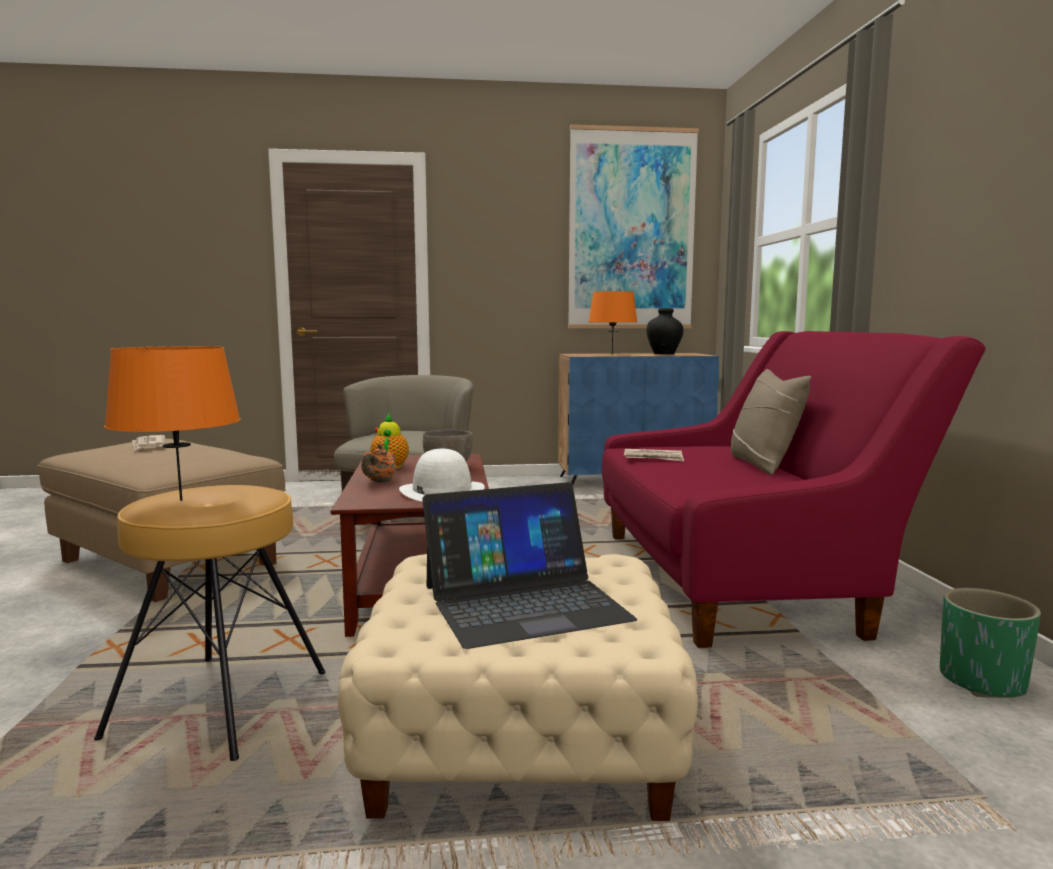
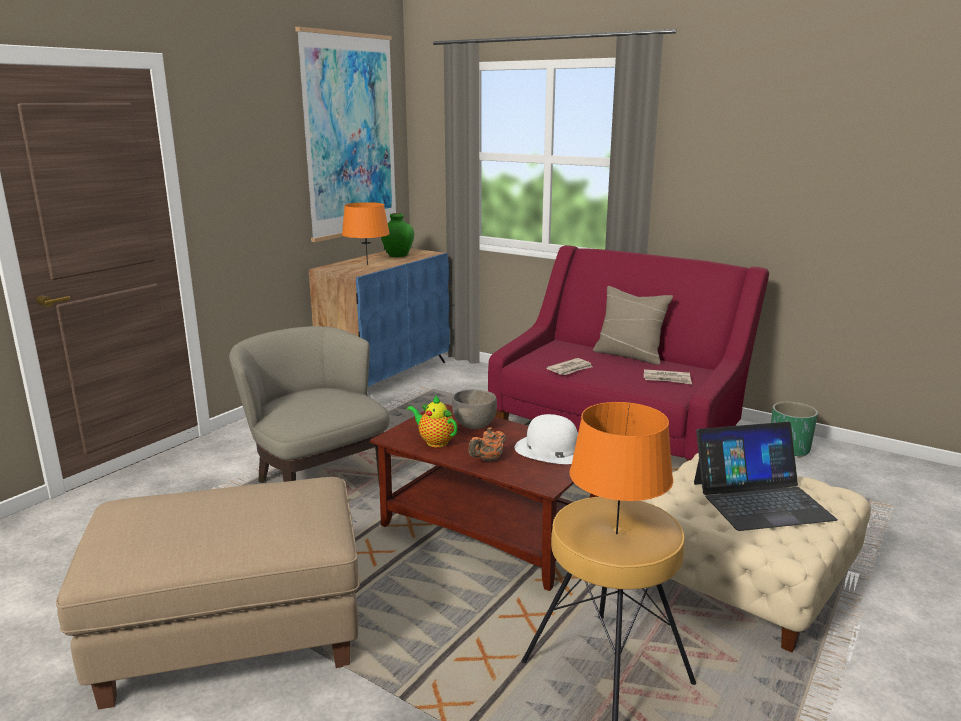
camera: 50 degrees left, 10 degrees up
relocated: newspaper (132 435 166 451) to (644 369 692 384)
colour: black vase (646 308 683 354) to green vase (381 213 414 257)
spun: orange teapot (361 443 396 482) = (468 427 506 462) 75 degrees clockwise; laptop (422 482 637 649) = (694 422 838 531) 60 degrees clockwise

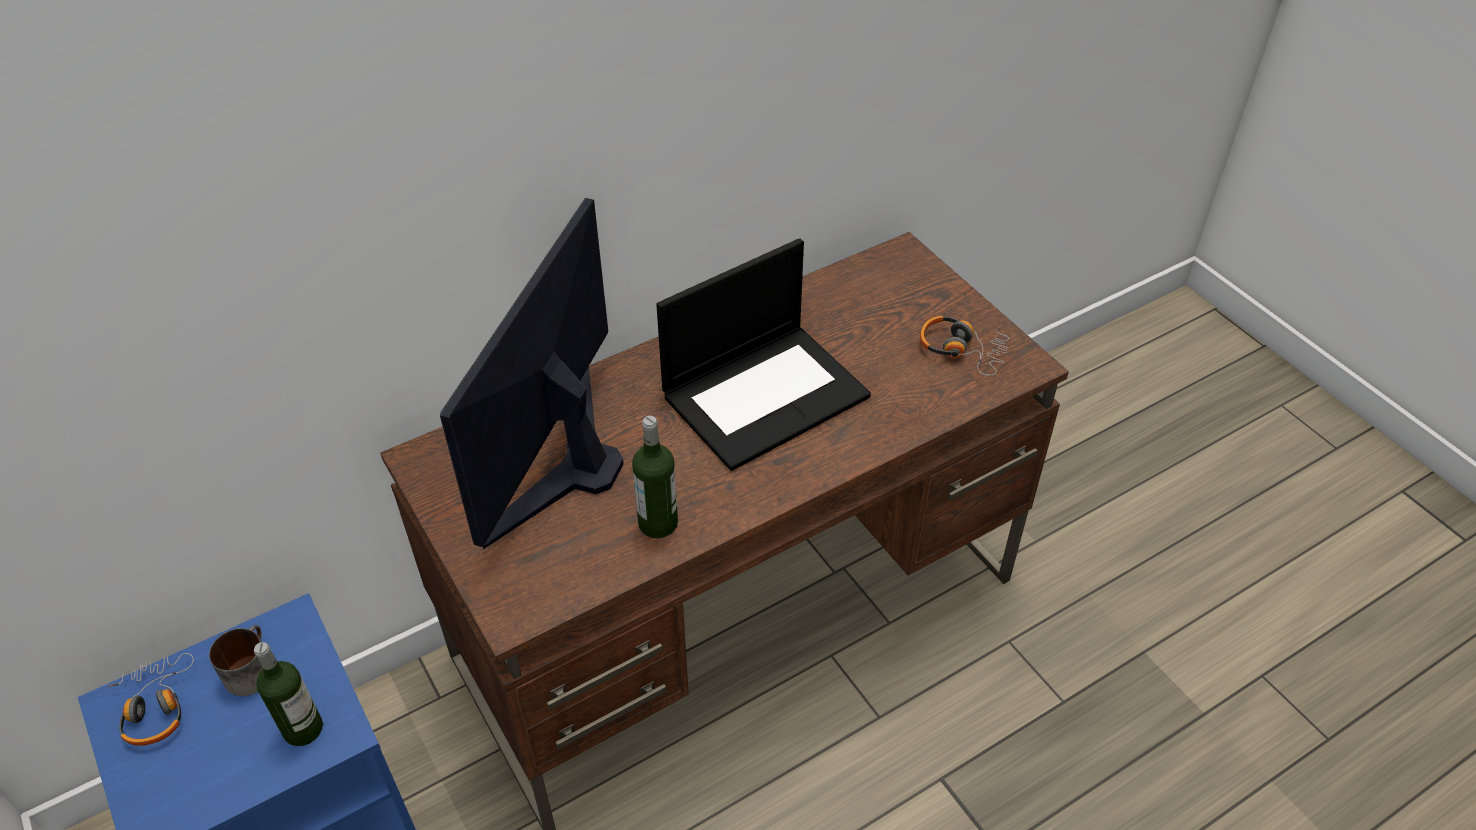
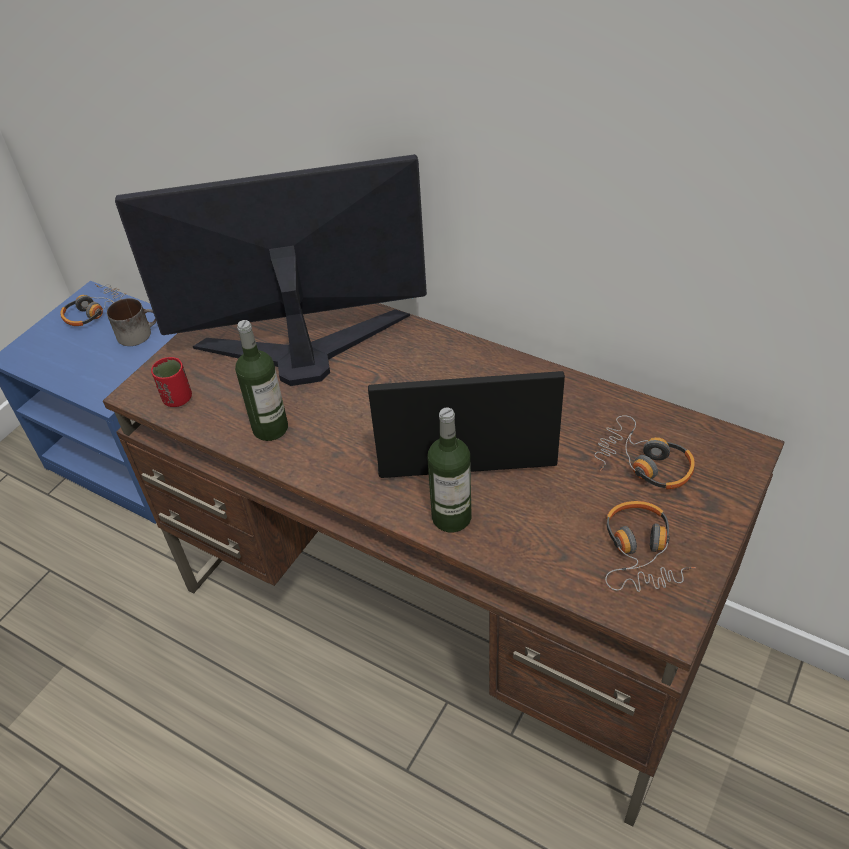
camera: 65 degrees right, 0 degrees up
appeared: red cup (151 357 192 407); headphones (594 415 695 489)
relocated: bottle (254 642 323 746) to (427 408 471 532)
spun: laptop (656 238 871 471) = (368 371 565 478) 150 degrees clockwise

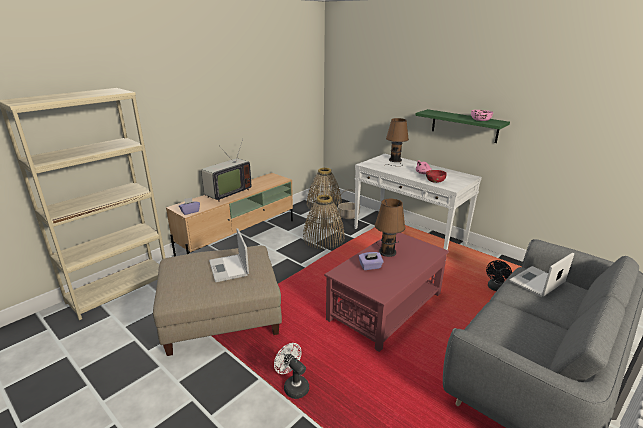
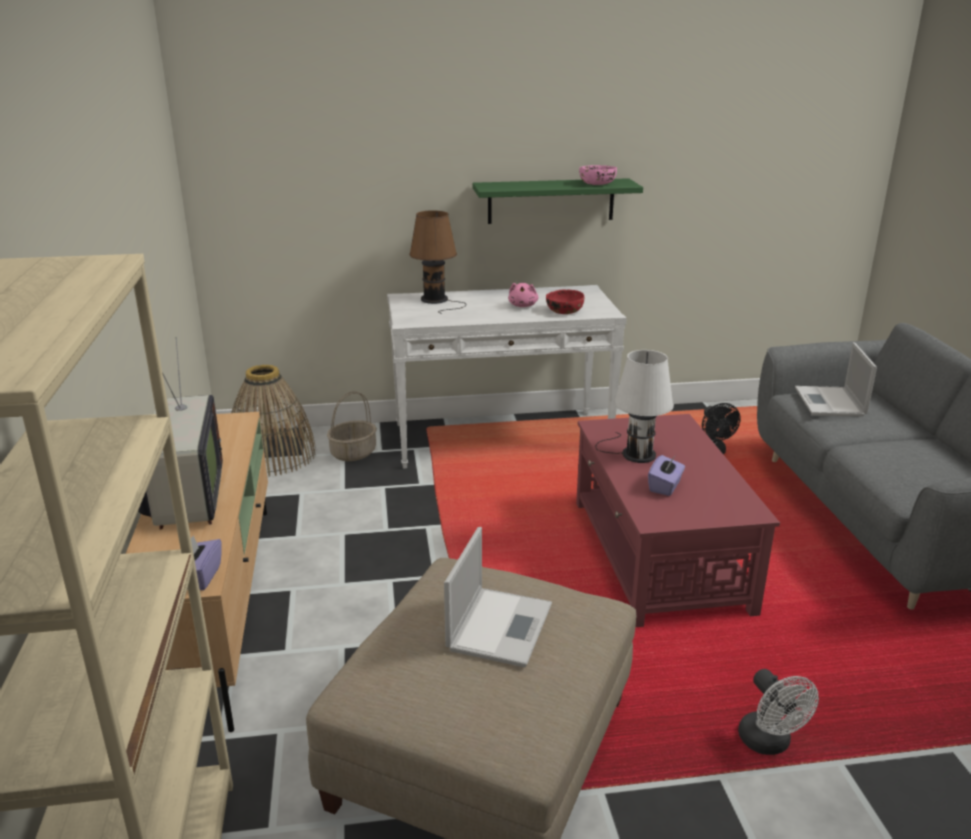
camera: 50 degrees left, 0 degrees up
missing: basket (303 195 345 249)
colour: brown table lamp (375 199 406 257) to white table lamp (595 350 674 463)
spun: laptop (209 228 249 282) = (444 527 552 668) 90 degrees counterclockwise; white fan (274 343 309 399) = (738 669 819 755) 105 degrees counterclockwise

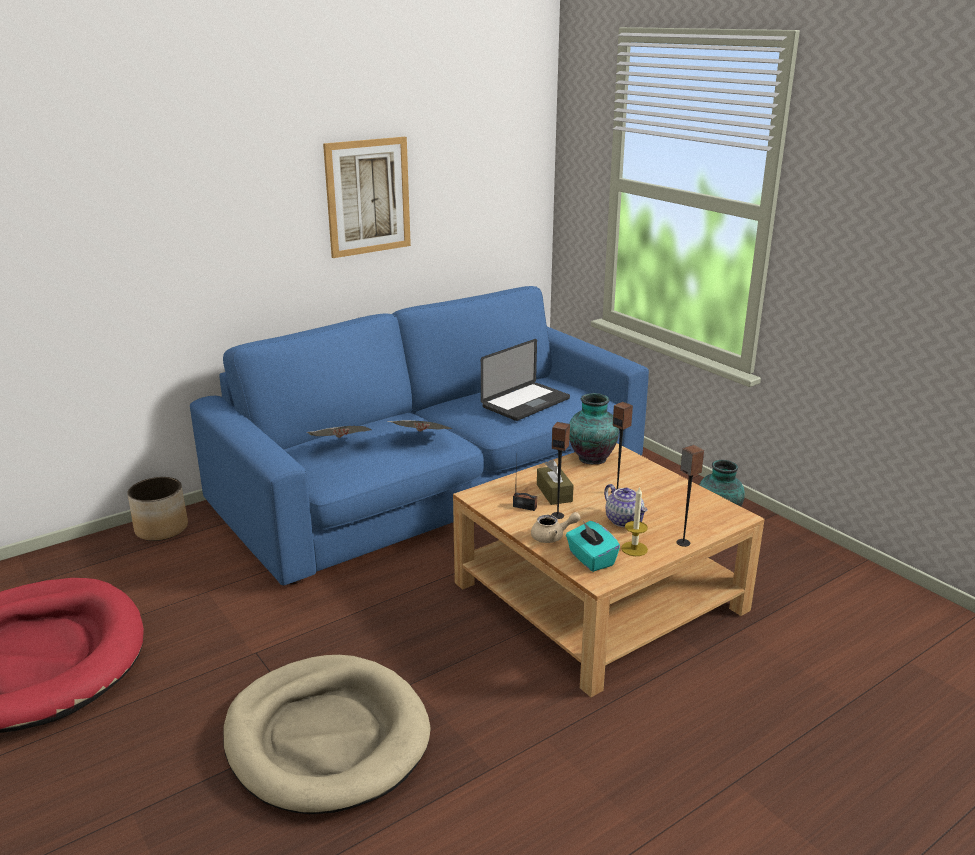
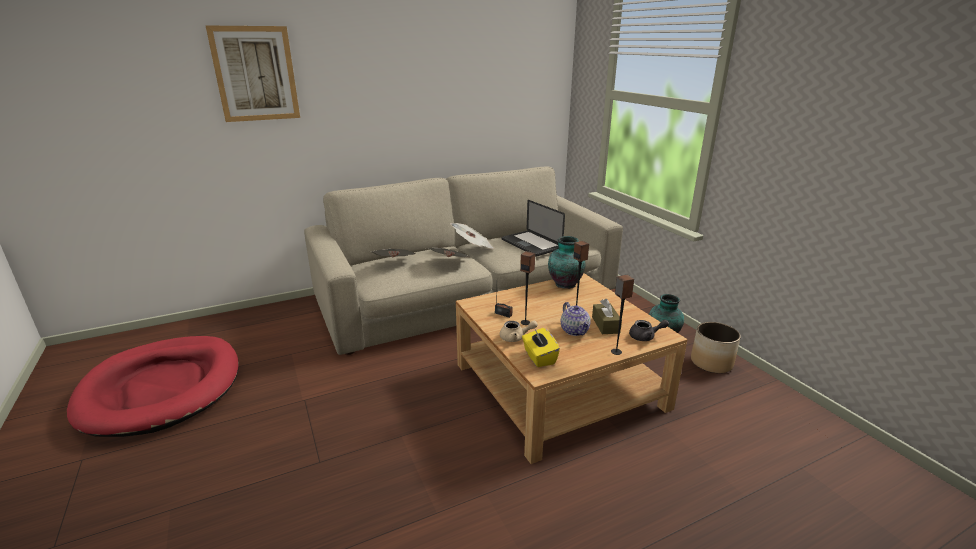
camera: 10 degrees right, 0 degrees up
missing: beige dog bed (223 655 431 814); candle (621 487 648 556)
appeared: newspaper (450 223 494 249); grey teapot (629 319 669 341)
relocated: planter (127 477 188 541) to (691 322 741 373); picture (323 137 411 258) to (206 26 300 122); brown tissue box (537 460 574 505) to (592 298 622 334)
colour: blue sofa (190 286 649 585) to beige sofa (304 167 623 355); turquoise tissue box (566 521 620 572) to yellow tissue box (522 328 560 367)
spun: laptop (481 339 570 421) = (502 200 565 256) 90 degrees clockwise

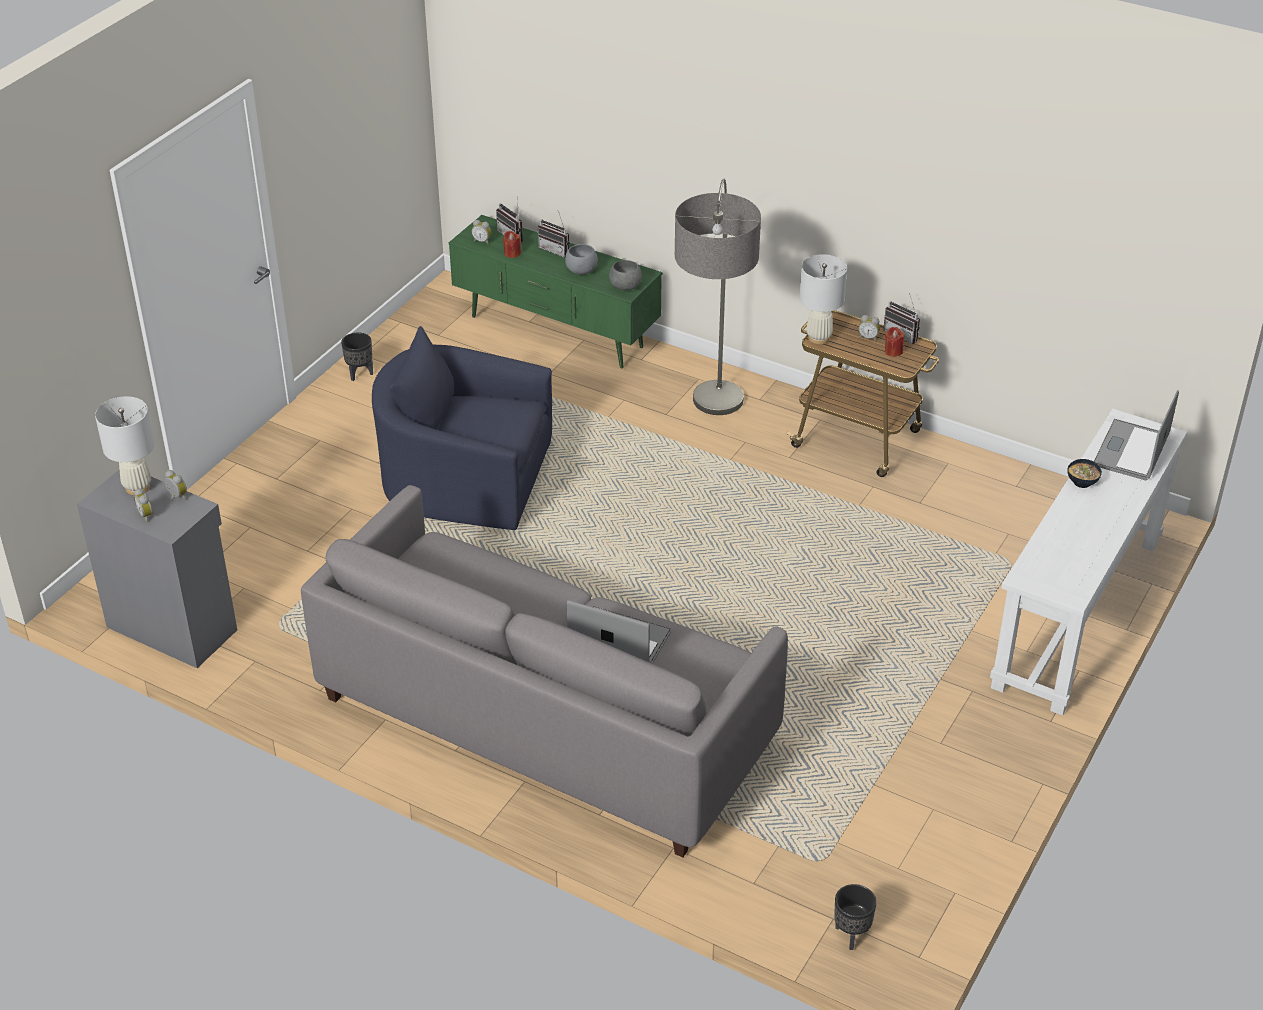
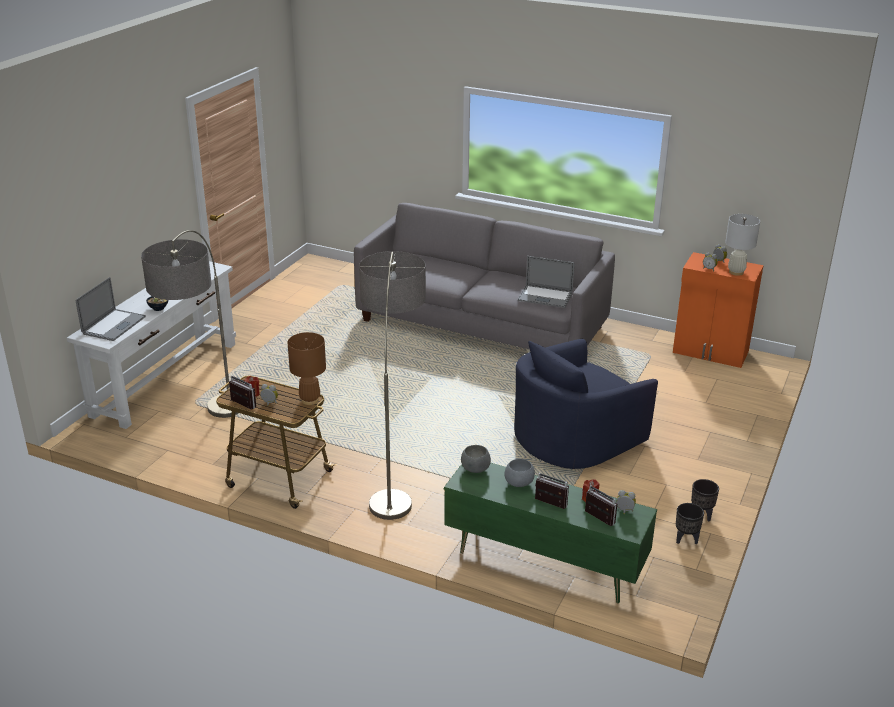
camera: 175 degrees right, 10 degrees down
appeared: floor lamp (141 230 239 418)
relocated: laptop (567 600 671 664) to (518 256 575 308); black planter (834 884 877 950) to (676 503 704 544)
colour: grey cabinet (77 470 237 668) to orange cabinet (673 252 764 368); white table lamp (799 254 847 344) to brown table lamp (287 332 326 405)
spun: blue armchair (372 326 552 530) = (514 339 658 469) 135 degrees clockwise

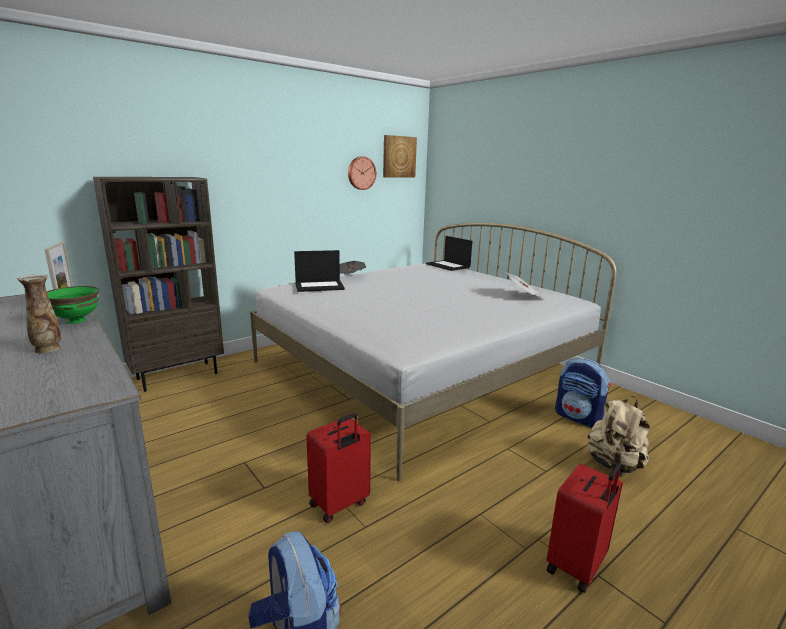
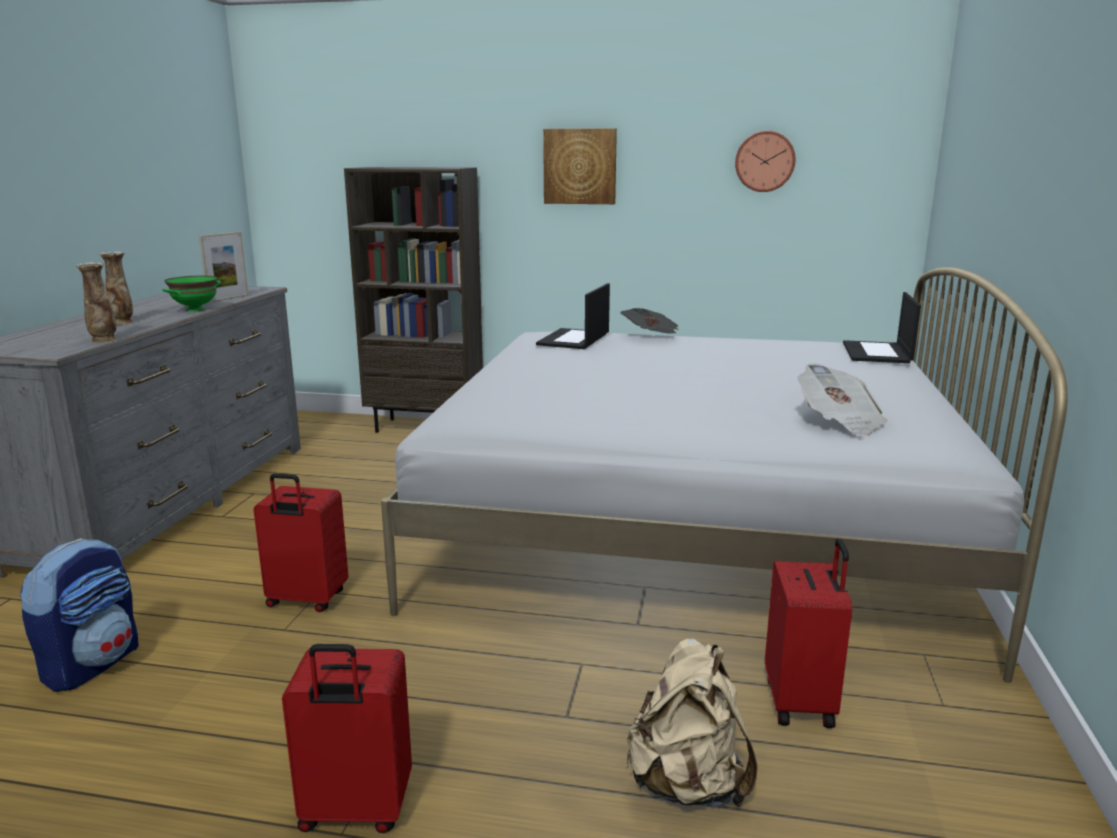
camera: 50 degrees right, 0 degrees up
appeared: vase (76 262 117 343)
relocated: picture (383 135 417 177) to (543 128 617 204)
exchanged: backpack (555 358 611 428) to red suitcase (765 538 852 728)
spun: laptop (294 250 345 292) = (536 283 610 349) 75 degrees clockwise

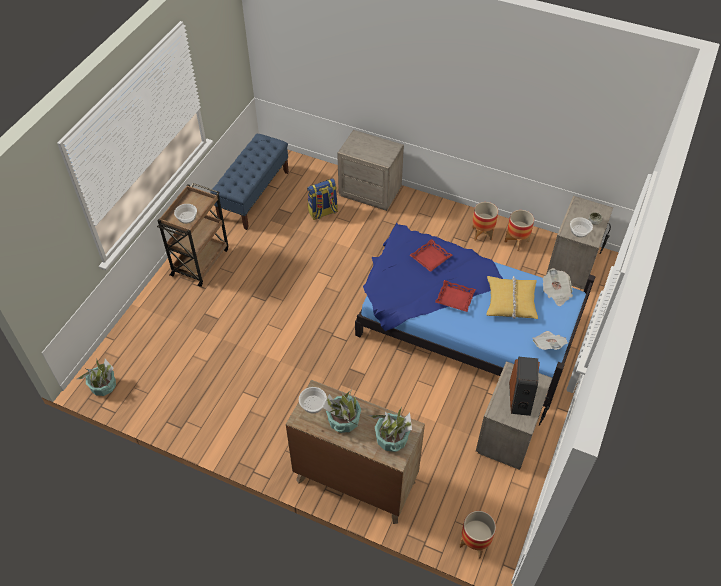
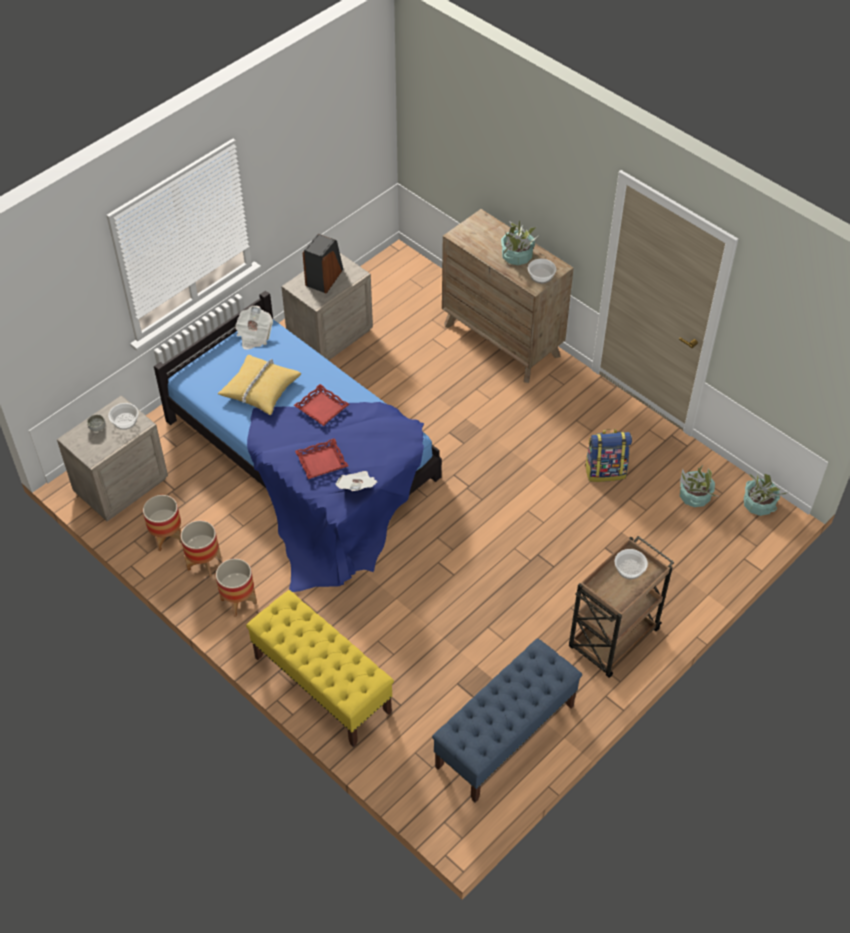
camera: 160 degrees left, 0 degrees up
relocated: backpack (307 179 338 220) to (585 429 632 482); potted plant (369 407 412 452) to (680 464 717 507); planter (459 511 496 559) to (216 559 257 617); newspaper (543 268 573 306) to (336 471 377 491)
exchanged: beige nightstand (337 130 404 211) to yellow bench (246 590 394 747)

